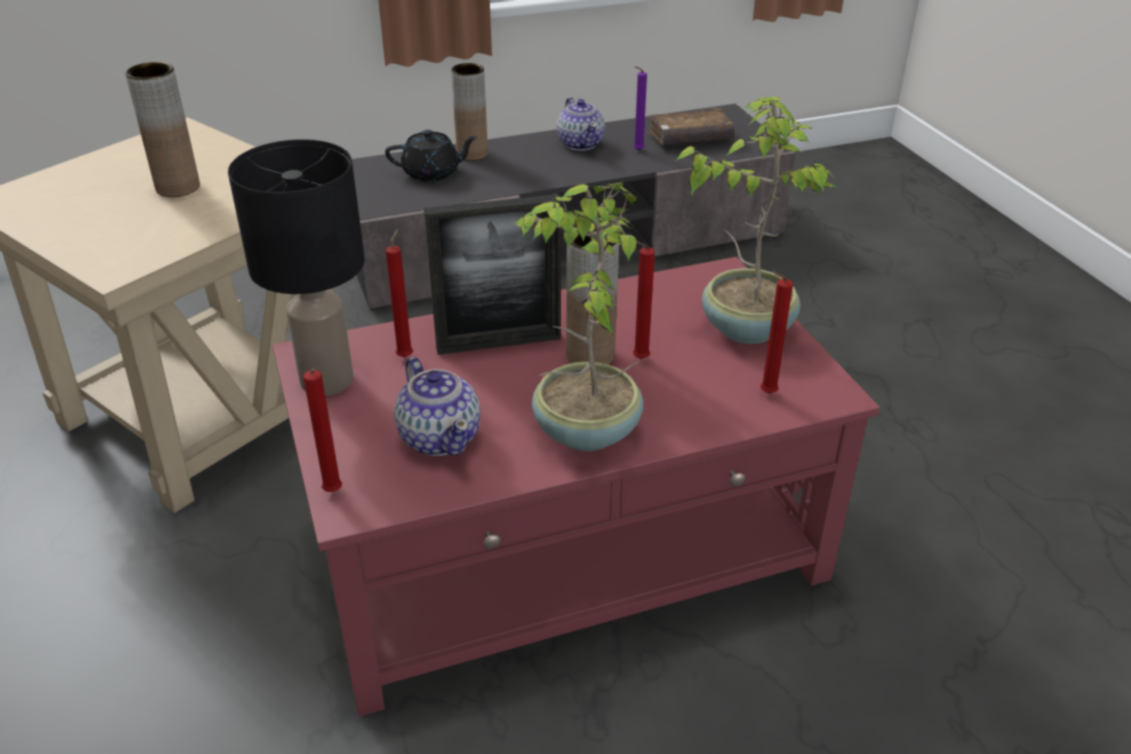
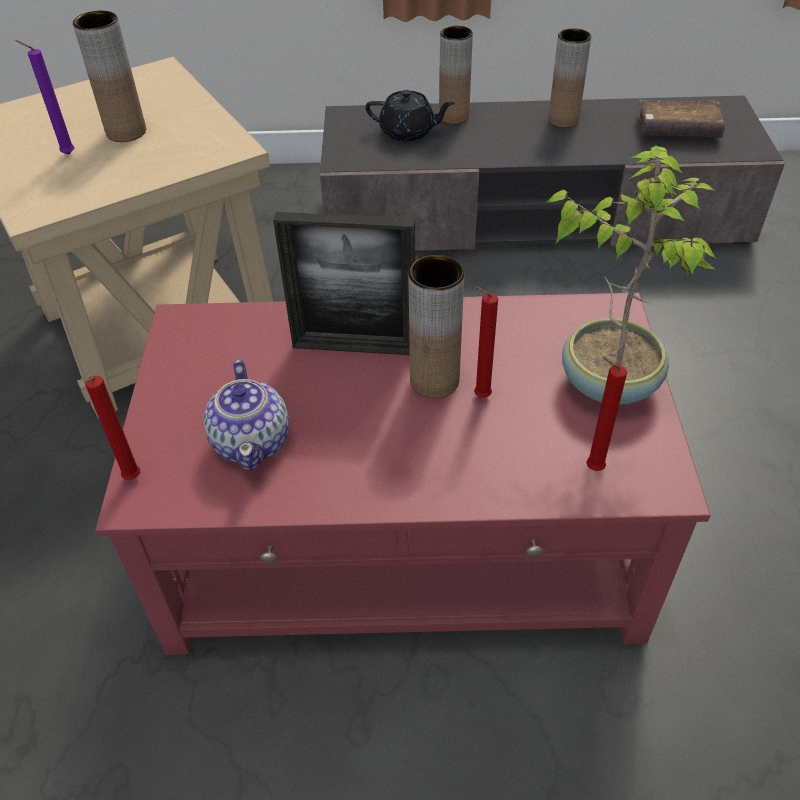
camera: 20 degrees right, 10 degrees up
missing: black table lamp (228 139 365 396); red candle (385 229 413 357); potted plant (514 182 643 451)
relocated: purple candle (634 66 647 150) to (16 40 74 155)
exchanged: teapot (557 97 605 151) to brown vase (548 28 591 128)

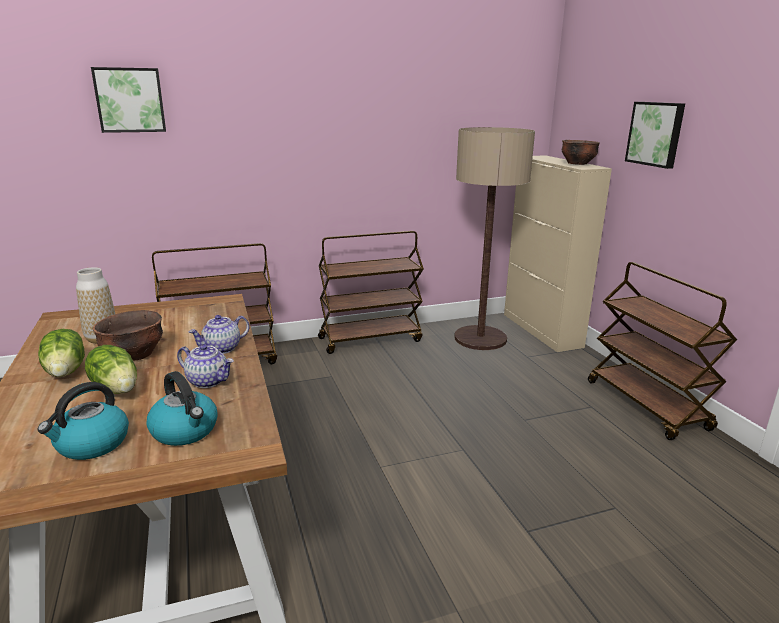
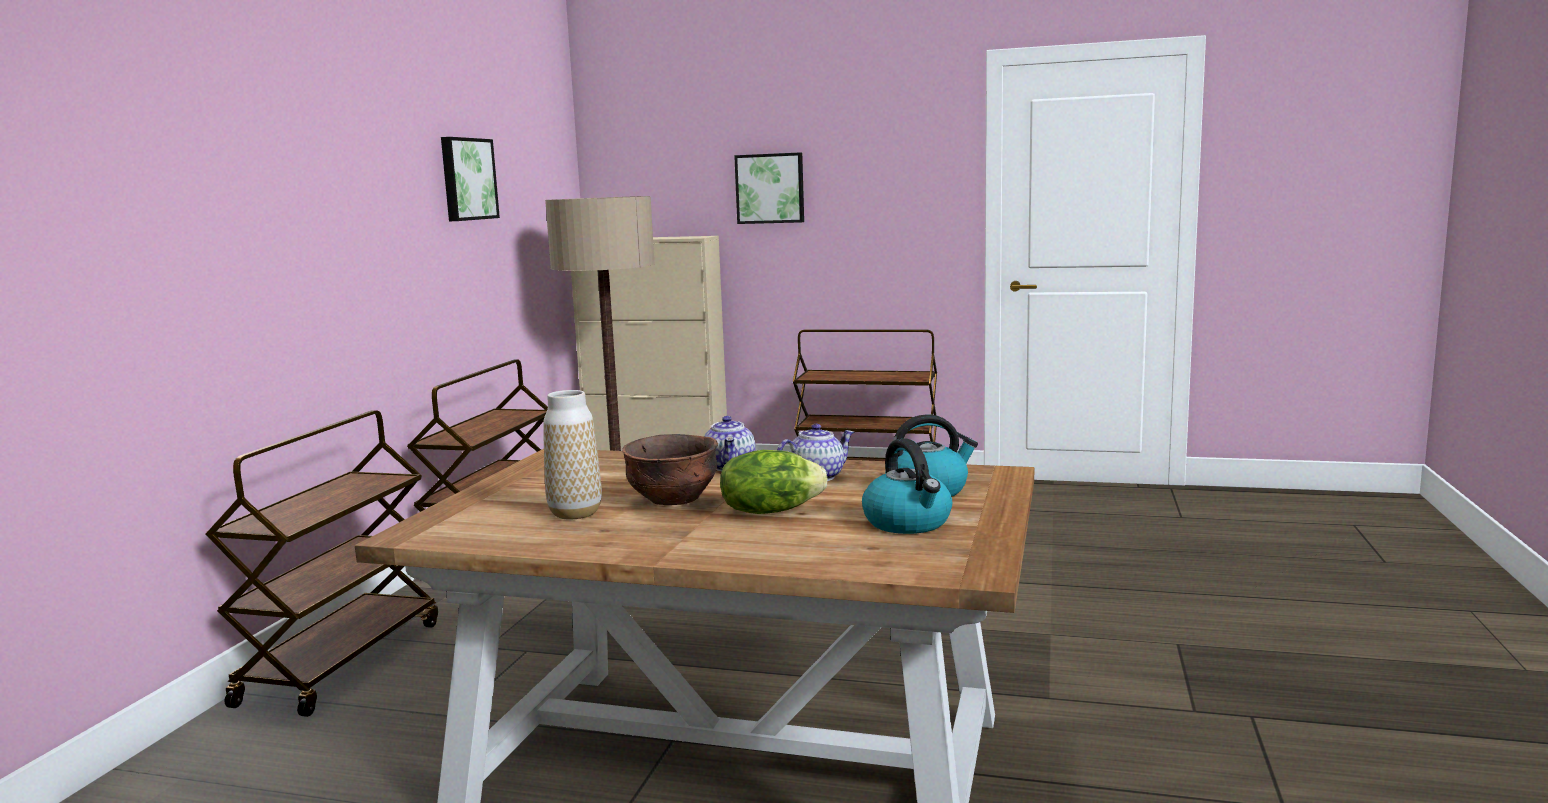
camera: 55 degrees left, 10 degrees down
missing: lettuce (38 329 85 377); brown bowl (562 140 600 165)
relocated: picture (91 67 166 133) to (441 137 500 221)

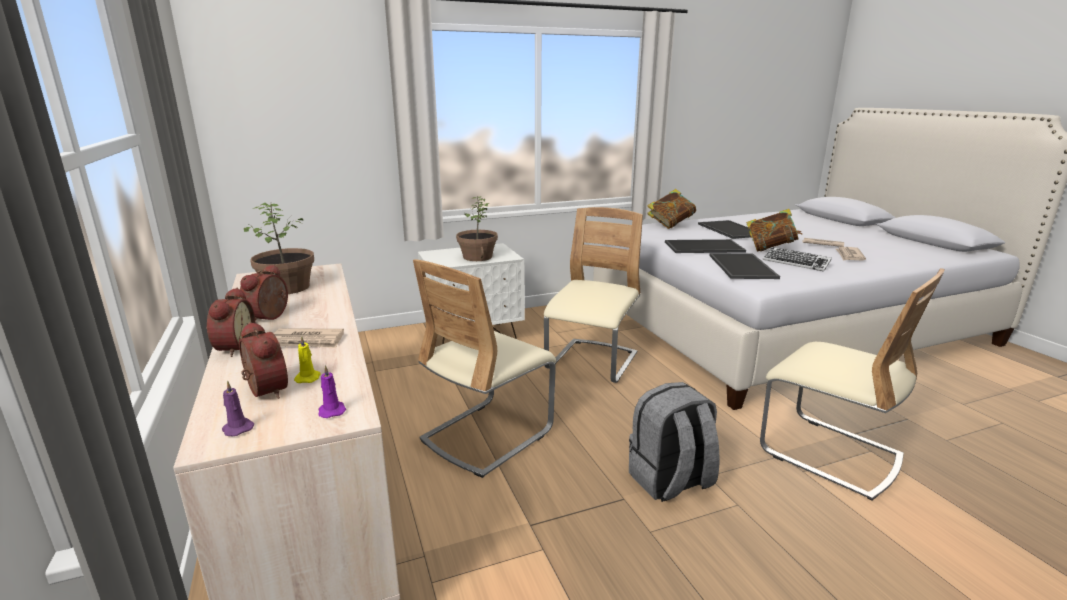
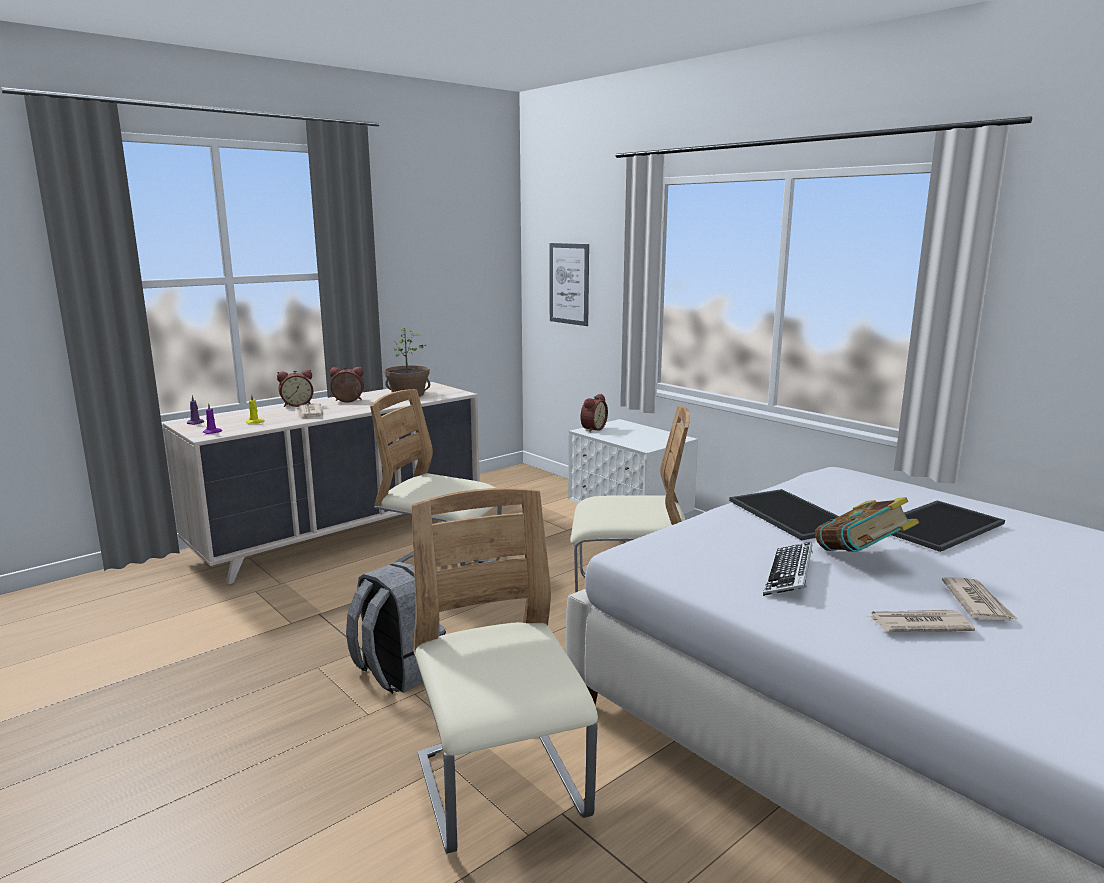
camera: 70 degrees right, 5 degrees down
missing: potted plant (456 196 498 261); book (647 189 696 229); tray (709 253 780 279)
appeared: picture (550 243 589 326)
relocated: alarm clock (239 322 288 399) to (581 394 608 432)
spun: beige chair (760 268 944 501) = (412 488 598 854) 135 degrees clockwise

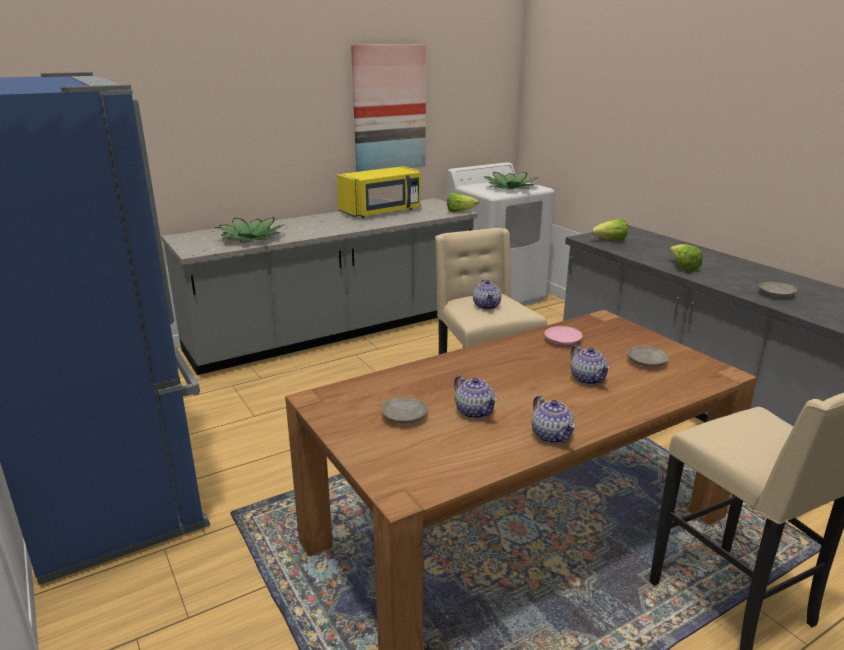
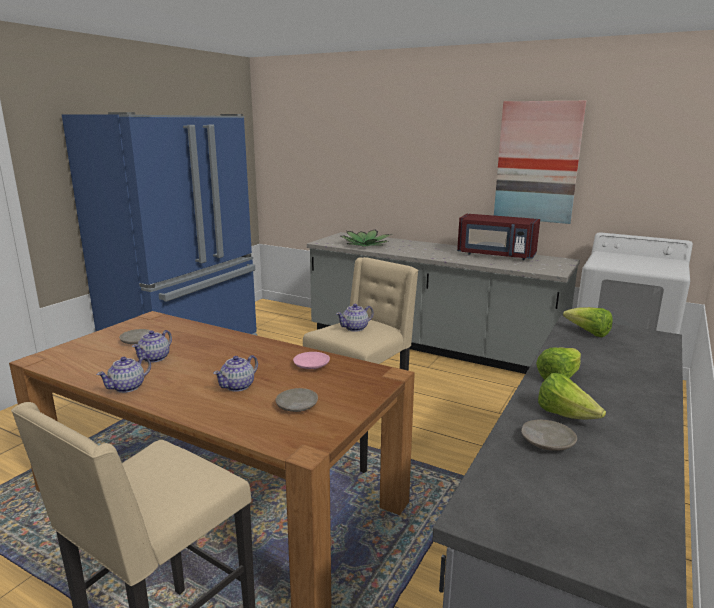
camera: 60 degrees right, 5 degrees down
missing: potted plant (484 172 539 190)
relocated: lettuce (447 193 479 212) to (538 373 606 419)
colour: yellow microwave (337 166 421 218) to red microwave (457 214 540 260)

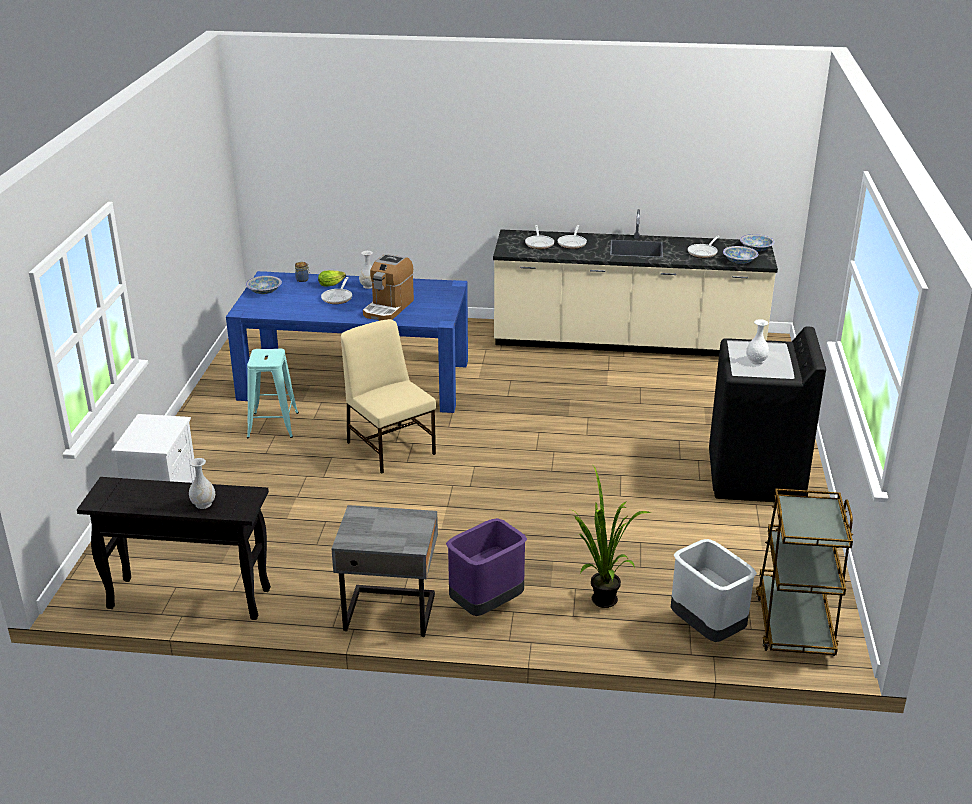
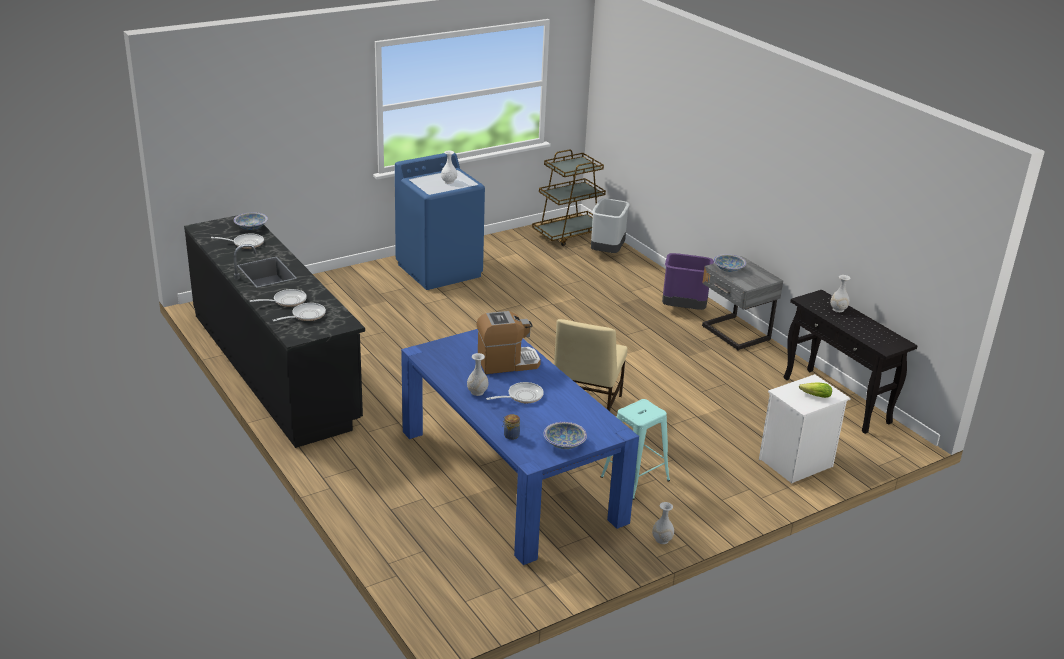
camera: 130 degrees left, 0 degrees up
missing: potted plant (572 464 651 608)
appeared: white vase (652 502 674 544)
relocated: lettuce (318 270 346 287) to (799 382 832 398); bowl (740 234 775 251) to (714 254 746 272)
colour: beige counter (493 209 778 357) to black counter (184 215 365 448); black washing machine (709 327 826 502) to blue washing machine (395 153 485 290)

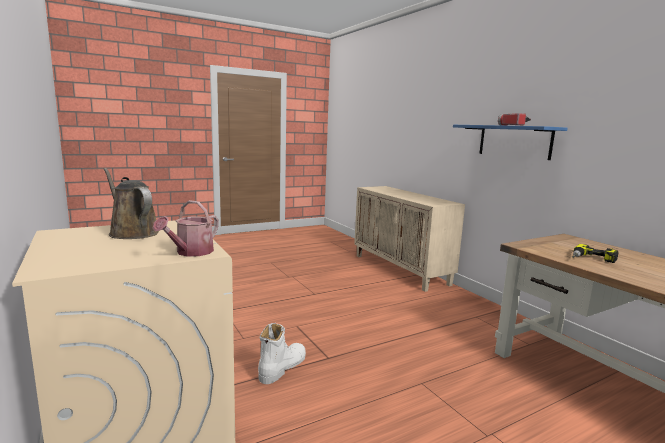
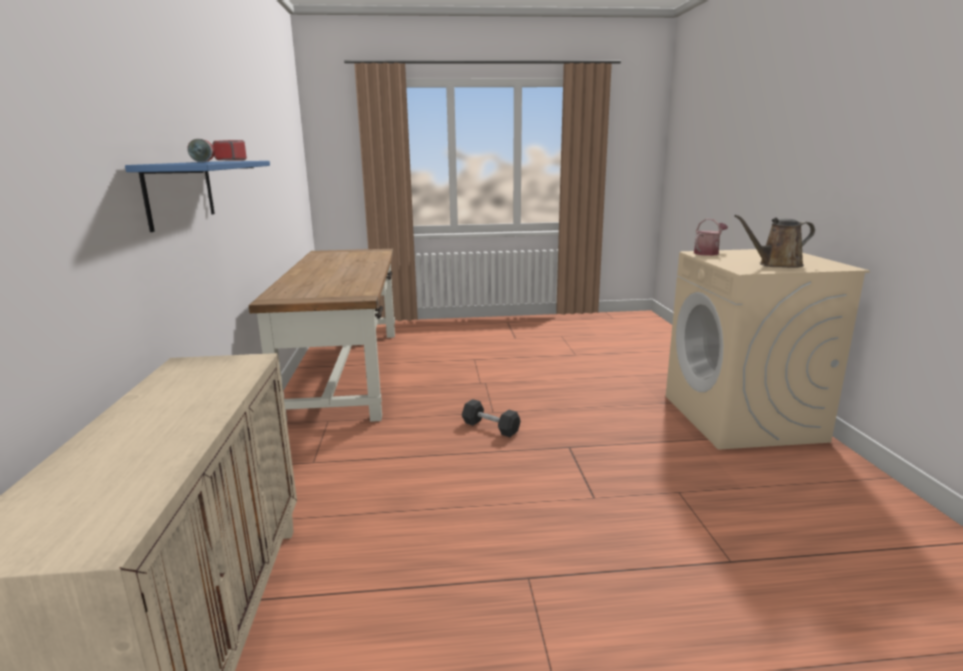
camera: 155 degrees left, 5 degrees up
missing: white boot (258 323 306 384); power drill (572 244 619 263)
appeared: grey dumbbell (462 399 521 437)
spun: brown watering can (104 168 159 239) = (734 215 815 268) 105 degrees clockwise

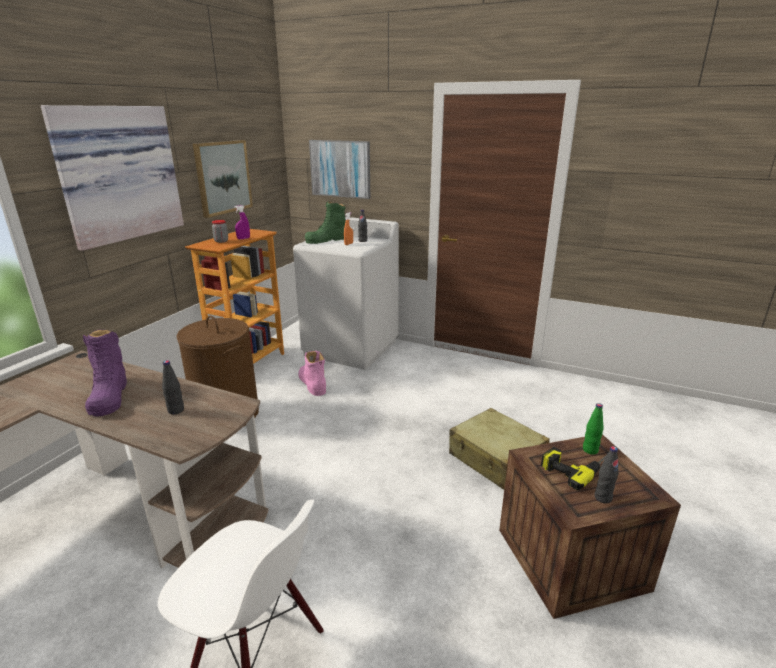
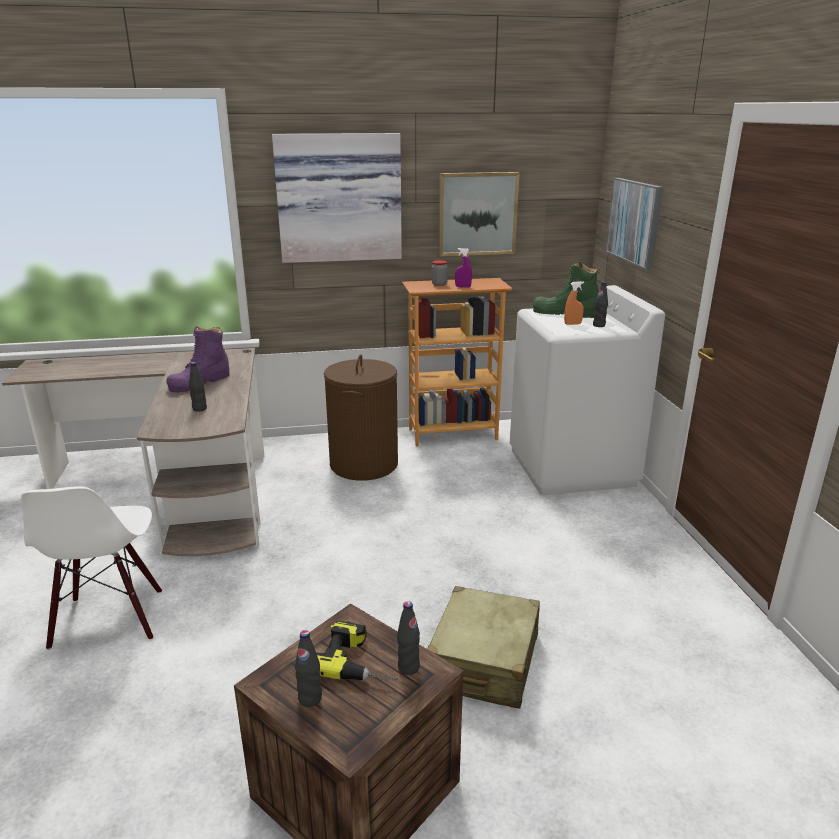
camera: 55 degrees right, 0 degrees up
missing: pink boot (298 351 326 396)
colour: green bottle (583 403 604 455) to black bottle (397 601 420 675)

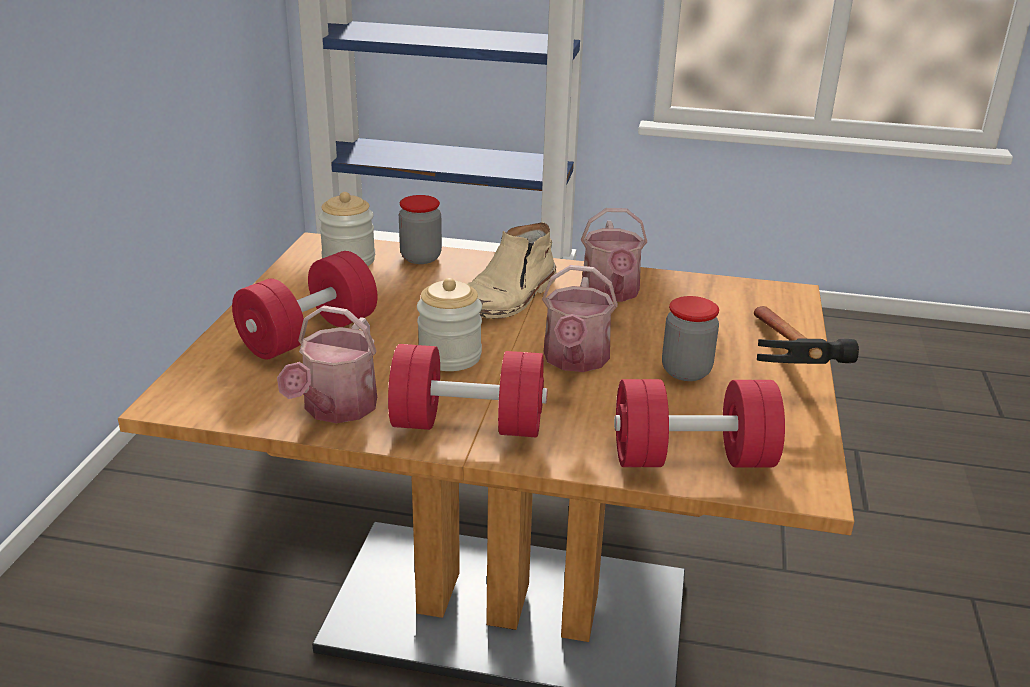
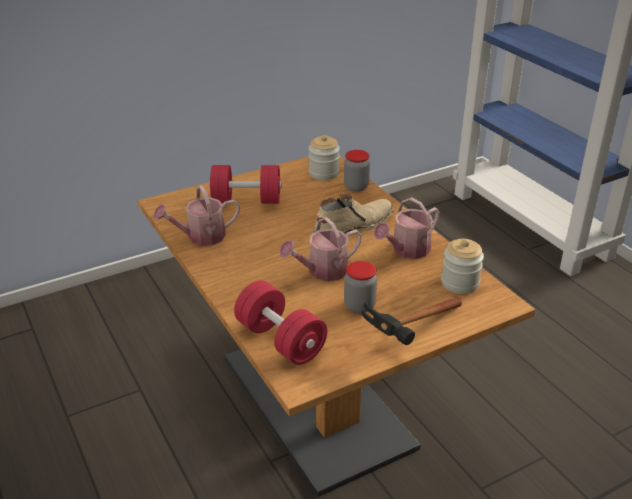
camera: 50 degrees right, 5 degrees up
missing: red dumbbell (388 344 547 437)
relocated: jar (417 278 482 371) to (441 239 484 294)
spun: beige boot (467 222 556 319) = (313 194 394 234) 150 degrees clockwise

